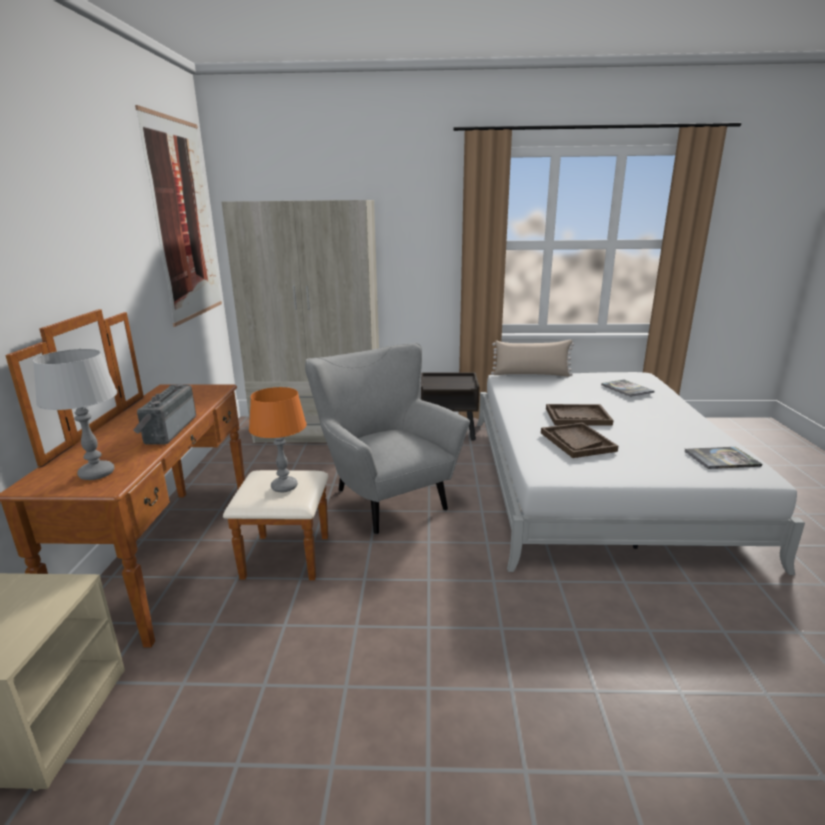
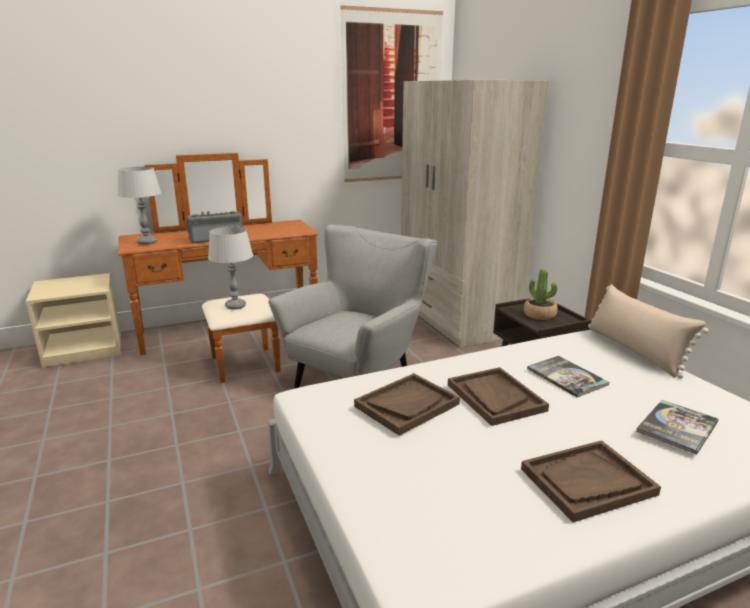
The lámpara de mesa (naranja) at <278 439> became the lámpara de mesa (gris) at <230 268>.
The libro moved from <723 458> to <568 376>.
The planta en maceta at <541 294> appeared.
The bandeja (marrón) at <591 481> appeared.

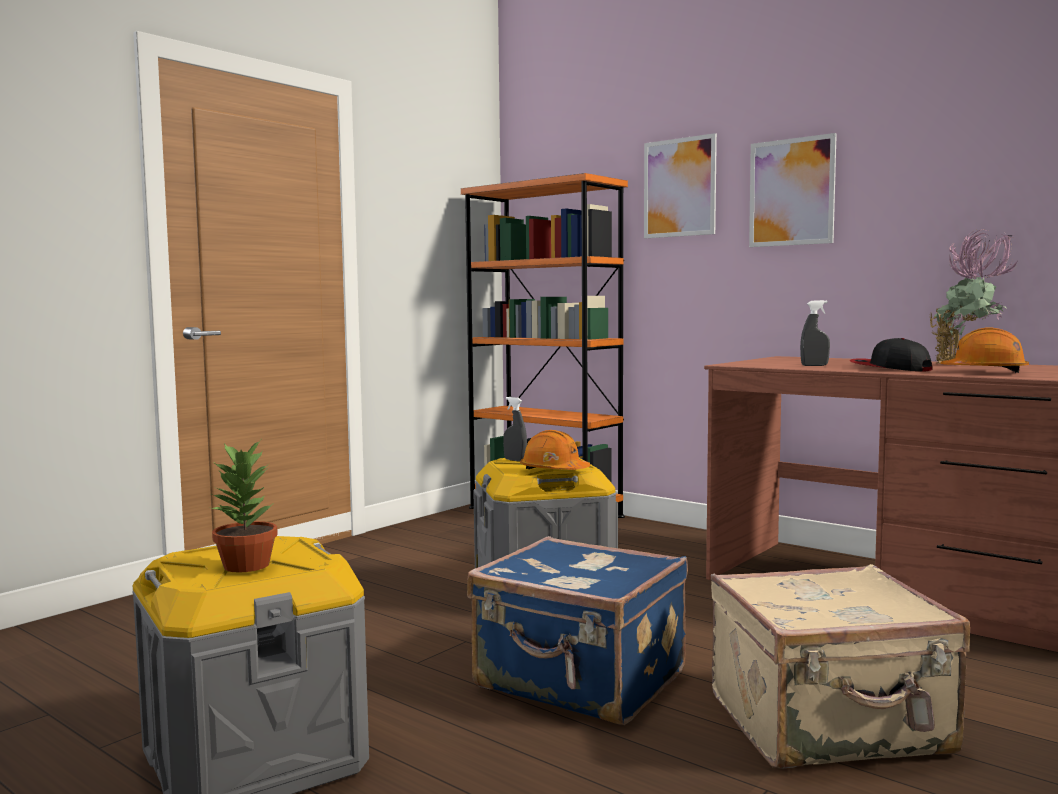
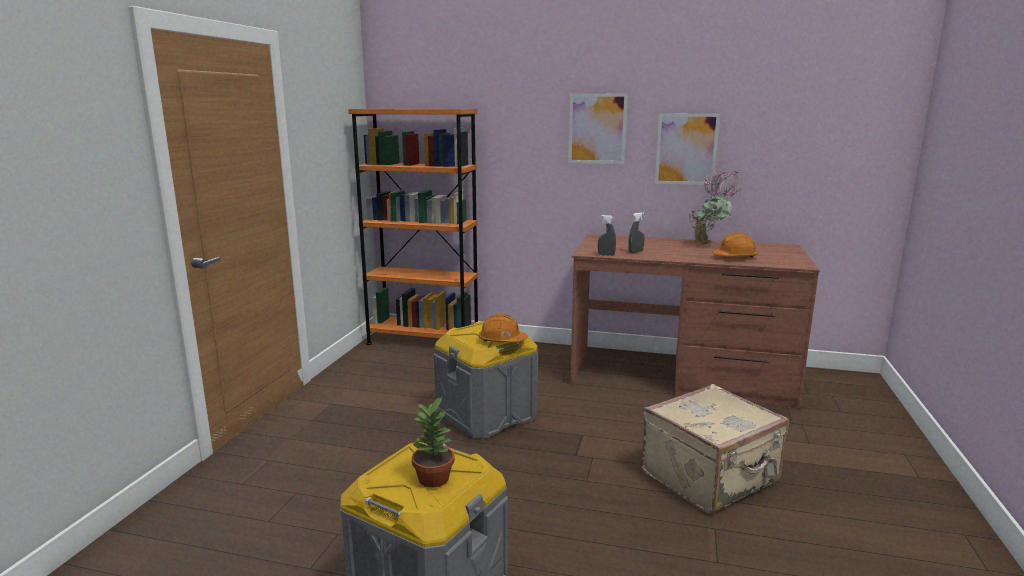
The cuadro moved from <680 185> to <687 149>.
The gorra at <891 355> disappeared.
The pulverizador (gris) moved from <515 429> to <607 235>.
The maleta (azul) at <577 630> disappeared.

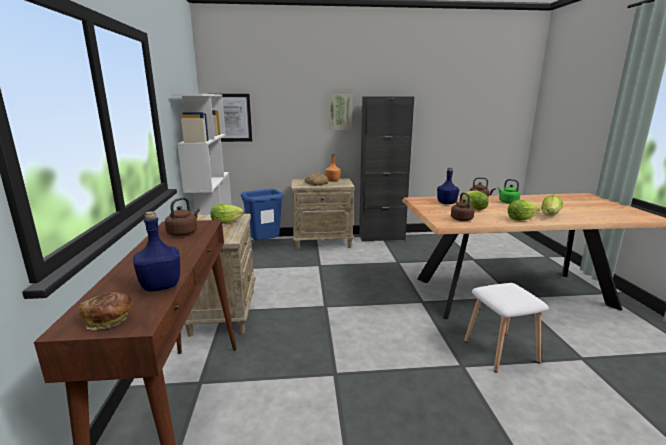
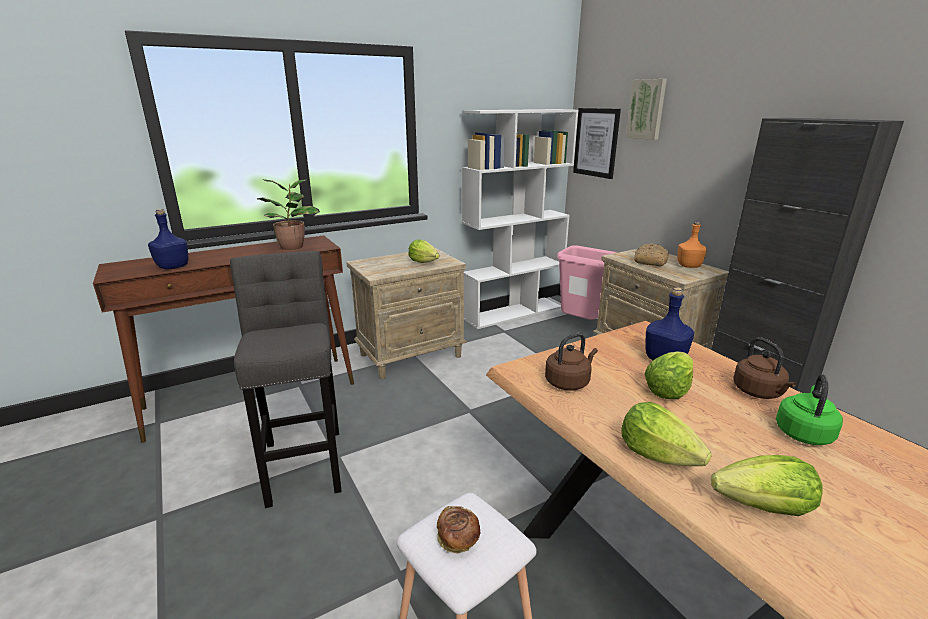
The cuadro moved from <340 112> to <646 109>.
The papelera (azul) at <262 214> became the papelera (rosa) at <586 282>.
The hervidor (marrón) at <182 216> was replaced by the planta en maceta at <288 214>.
The pan moved from <106 311> to <458 529>.
The taburete (gris) at <286 379> appeared.

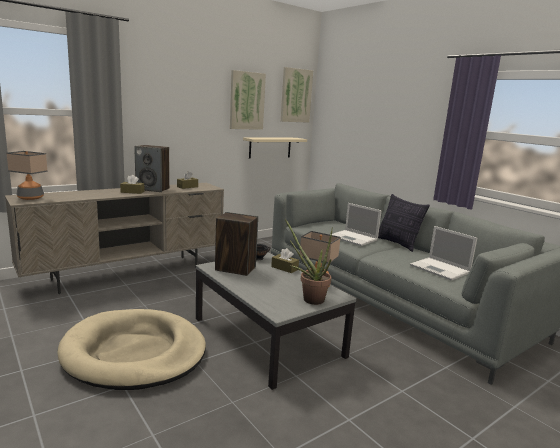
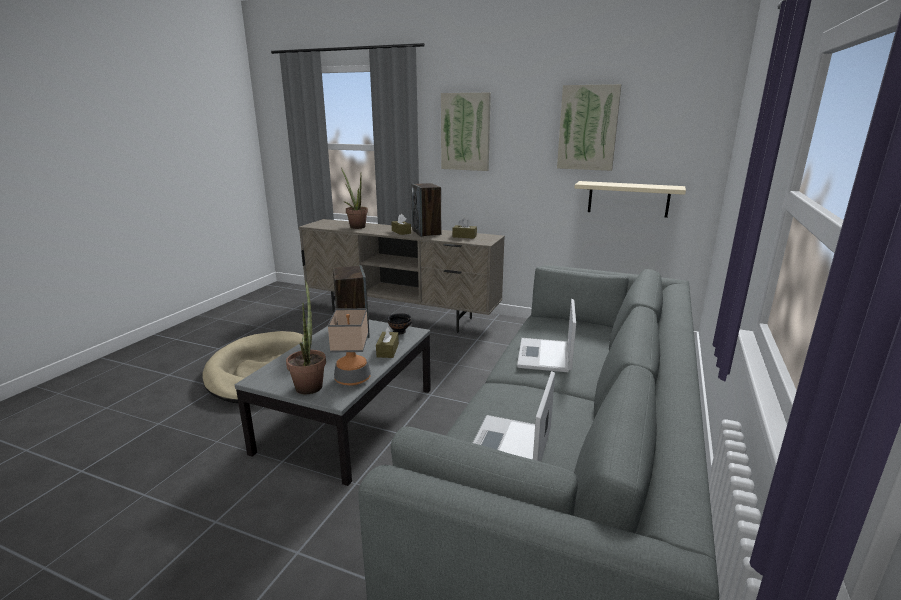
The cuadro moved from <297 95> to <466 132>.
The lámpara de mesa at <27 175> disappeared.
The cojín at <404 223> disappeared.
The planta en maceta at <354 198> appeared.

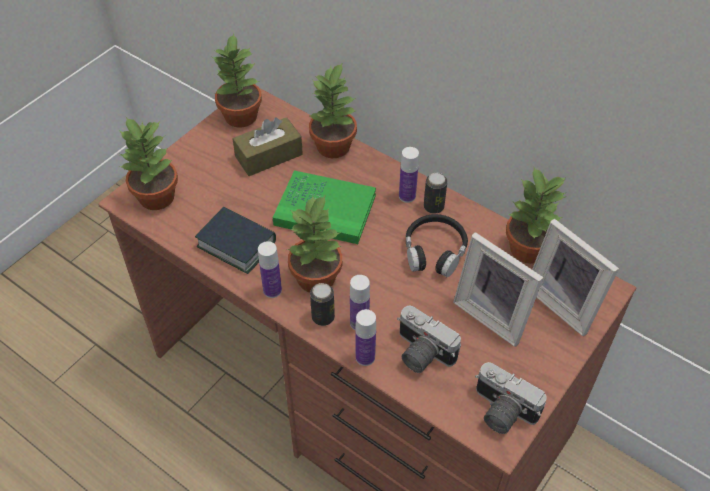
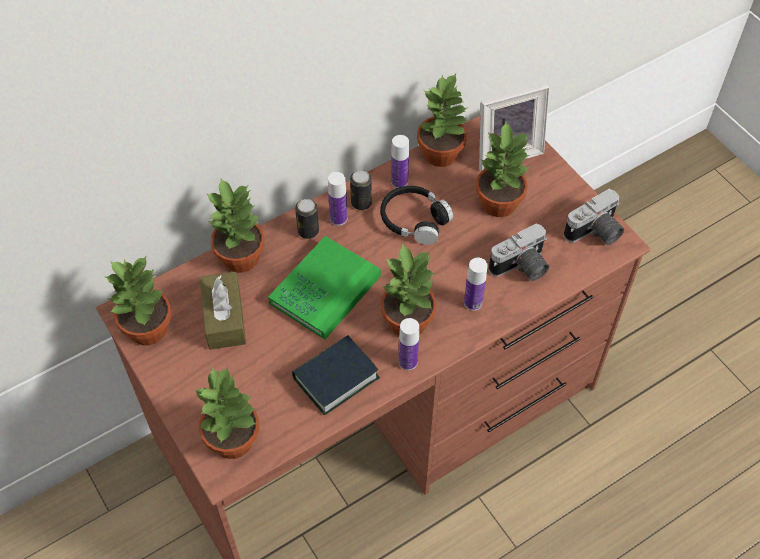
The portarretratos at <498 289> was replaced by the planta en maceta at <503 169>.
The lata moved from <322 304> to <307 219>.
The botella moved from <365 337> to <400 161>.

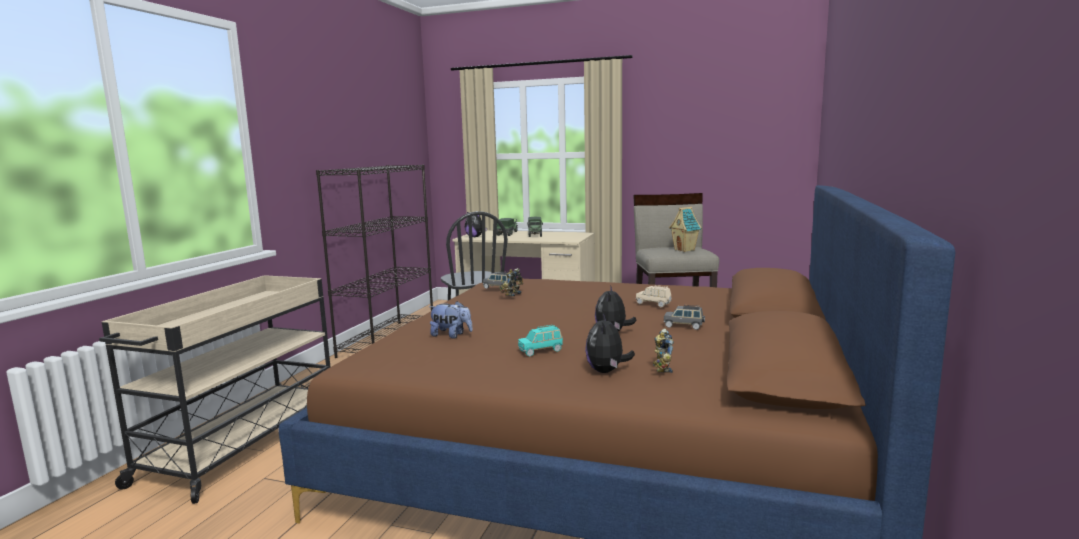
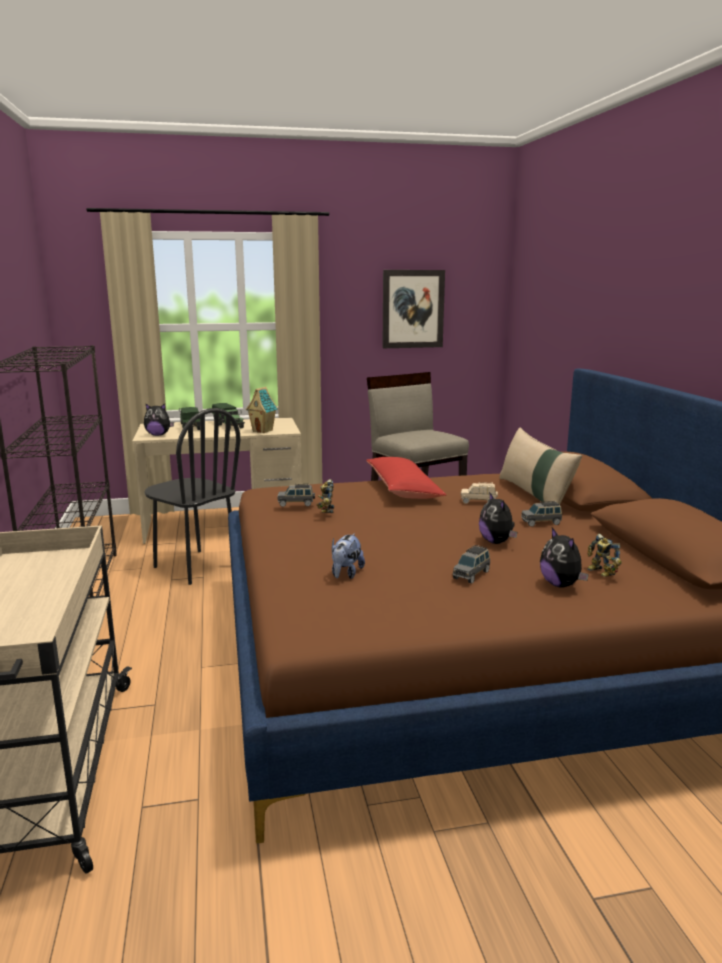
The casita moved from <685 229> to <262 410>.
The peluche at <451 319> turned 120 degrees clockwise.
The coche de juguete (turquesa) at <540 340> became the coche de juguete (gris) at <471 564>.
The cuadro at <413 309> appeared.
The cojín (beis) at <540 466> appeared.
The cojín (rojo) at <406 478> appeared.

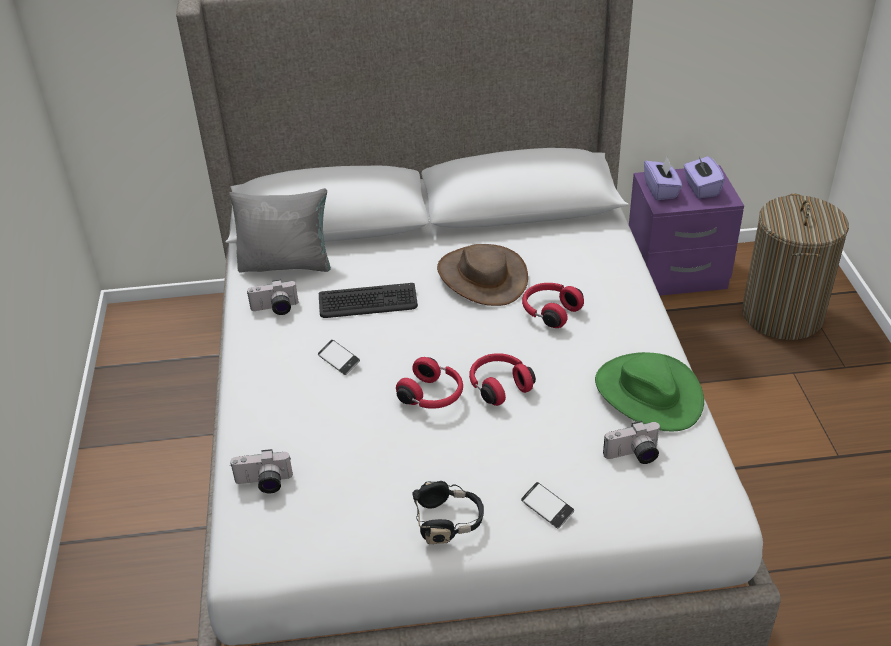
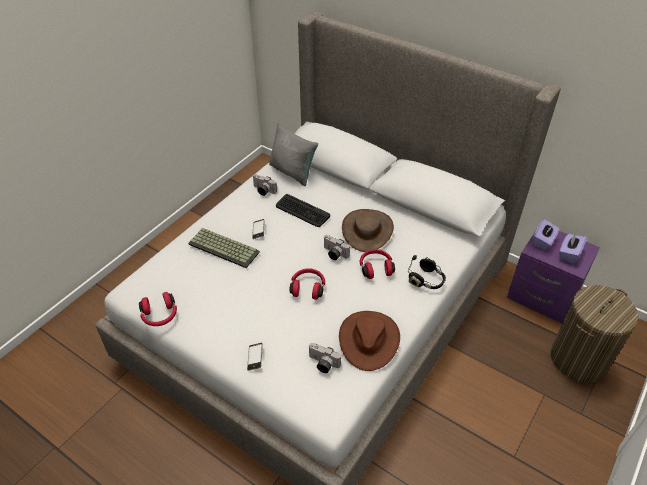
The sombrero (verde) at <649 392> became the sombrero (marrón) at <369 341>.
The auriculares (rojo) moved from <429 383> to <158 309>.
The cámara moved from <261 471> to <336 247>.
The auriculares (negro) moved from <448 512> to <427 272>.
The teclado at <224 248> appeared.

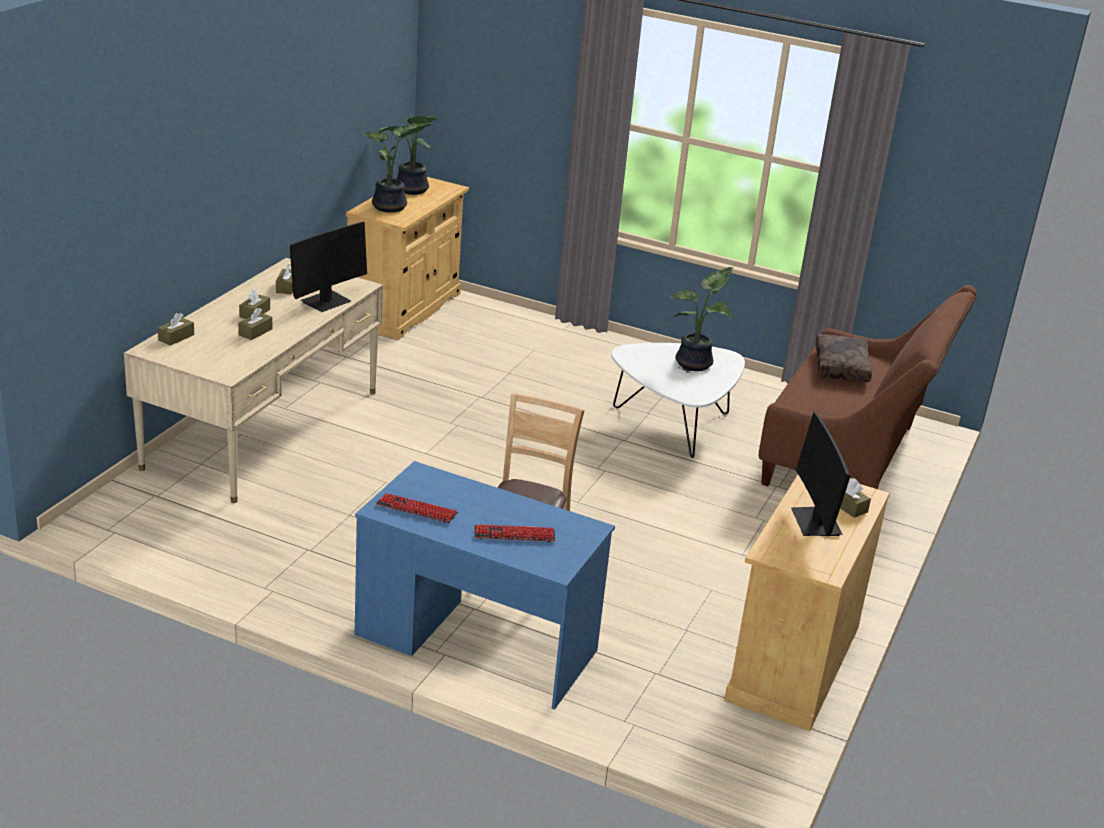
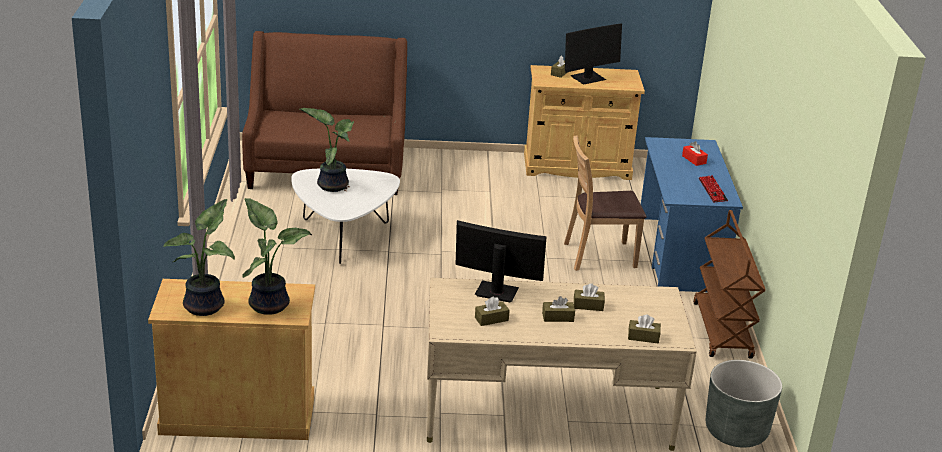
The cojín (marrón) at <844 358> disappeared.
The teclado at <514 533> was replaced by the caja de pañuelos (rojo) at <695 153>.
The carrito (marrón) at <729 284> appeared.
The maceta (gris) at <744 404> appeared.

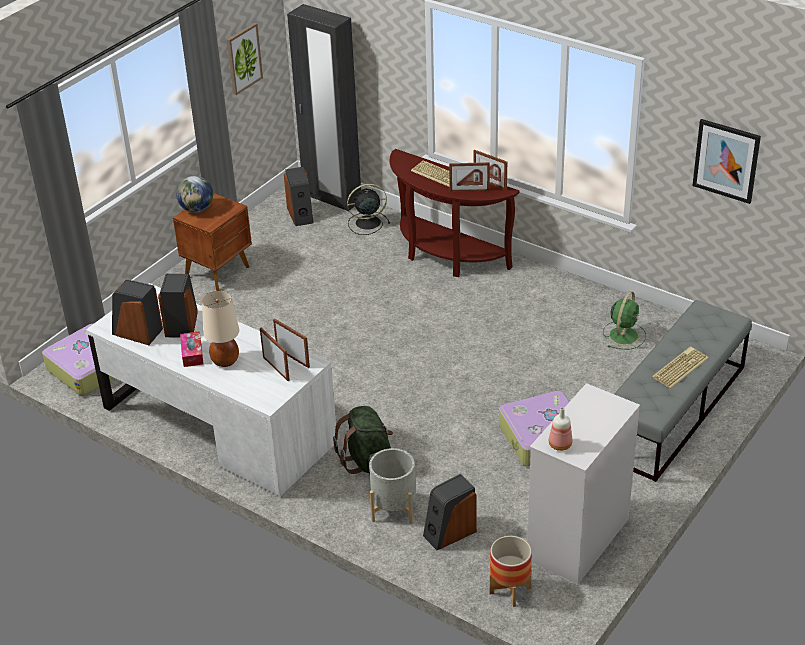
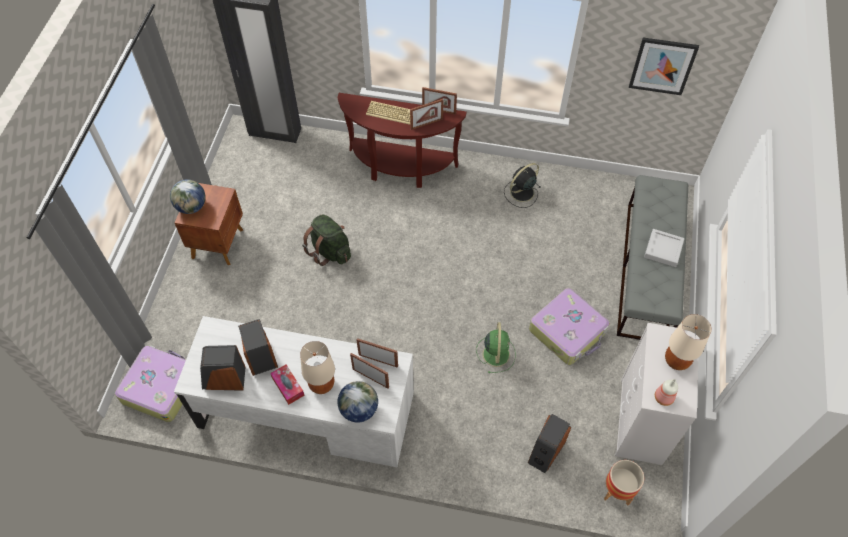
The cuadro at <245 59> disappeared.
The altavoz at <298 196> disappeared.
The ventilador (negro) moved from <368 209> to <522 185>.
The ventilador (verde) moved from <624 320> to <495 347>.
The teclado at <680 367> was replaced by the bandeja (gris) at <664 248>.
The mochila (verde) moved from <363 440> to <326 240>.
The maceta (gris) at <392 486> disappeared.
The lámpara de mesa (beis) at <688 342> appeared.
The globo terráqueo at <358 401> appeared.

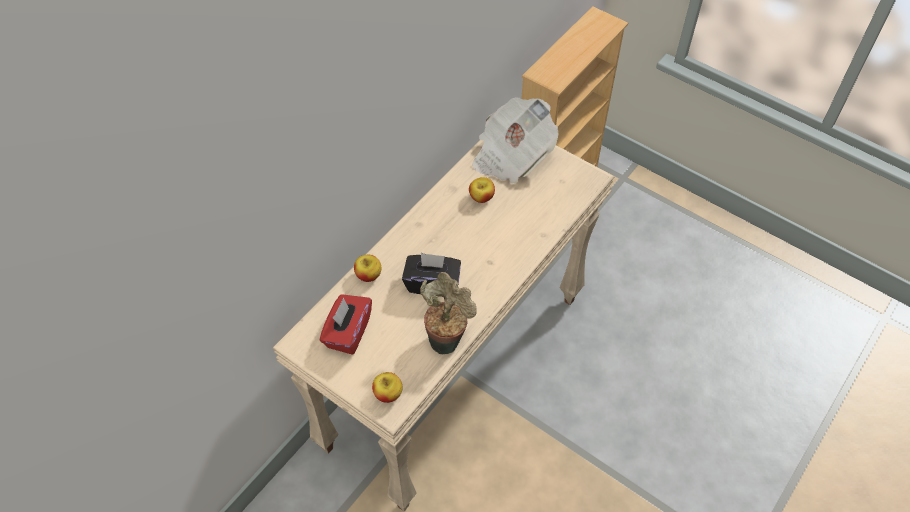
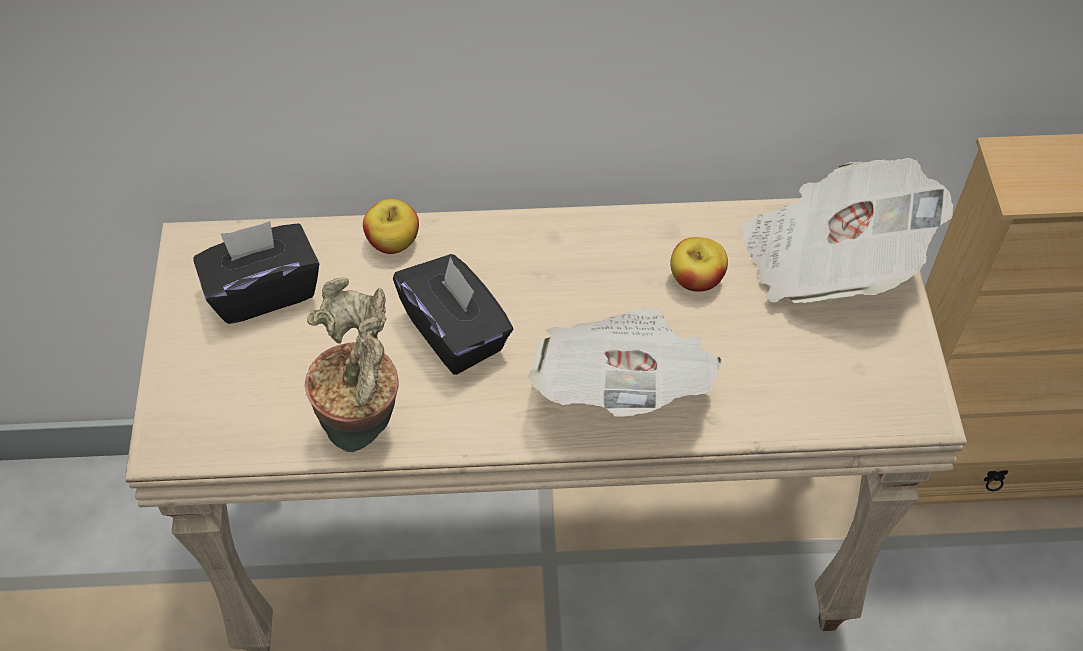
The caja de pañuelos (rojo) at <346 324> became the caja de pañuelos (negro) at <256 272>.
The manzana at <387 387> disappeared.
The periódico at <625 362> appeared.

